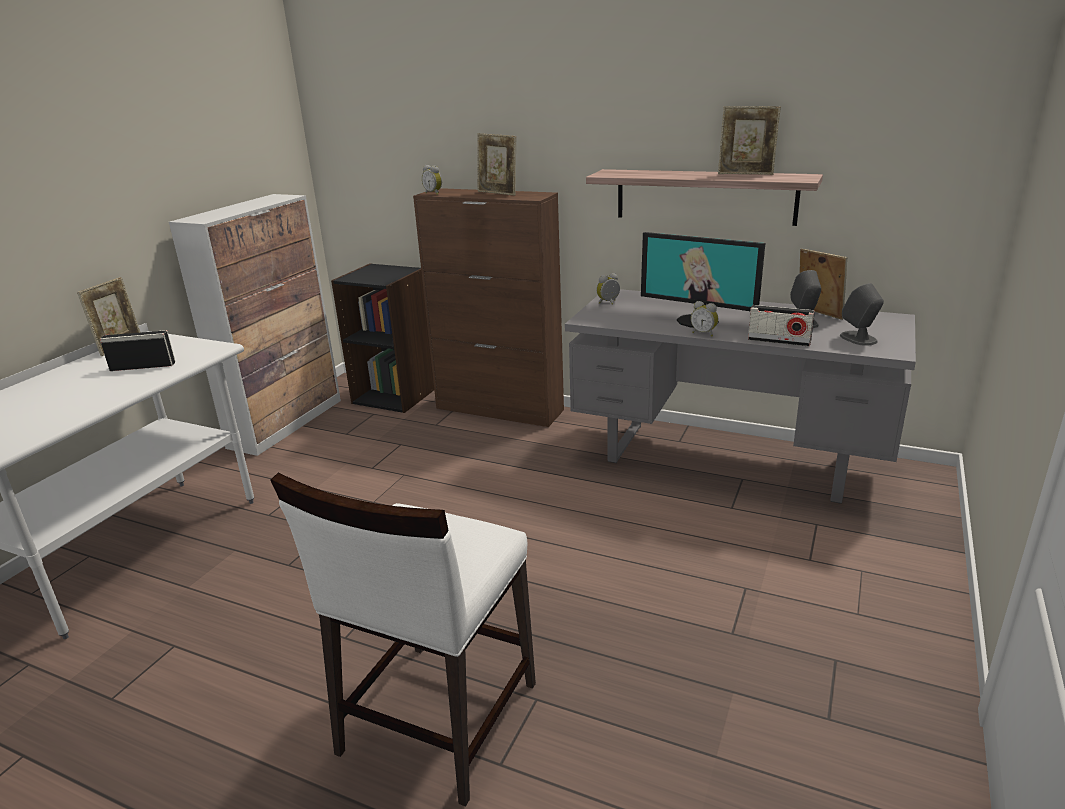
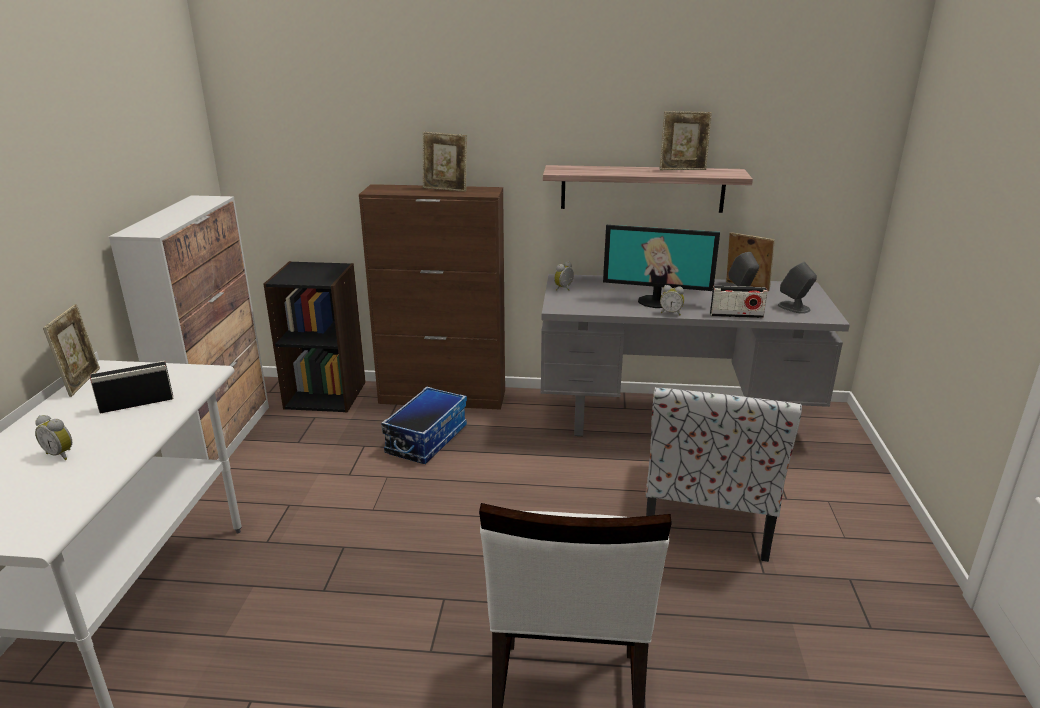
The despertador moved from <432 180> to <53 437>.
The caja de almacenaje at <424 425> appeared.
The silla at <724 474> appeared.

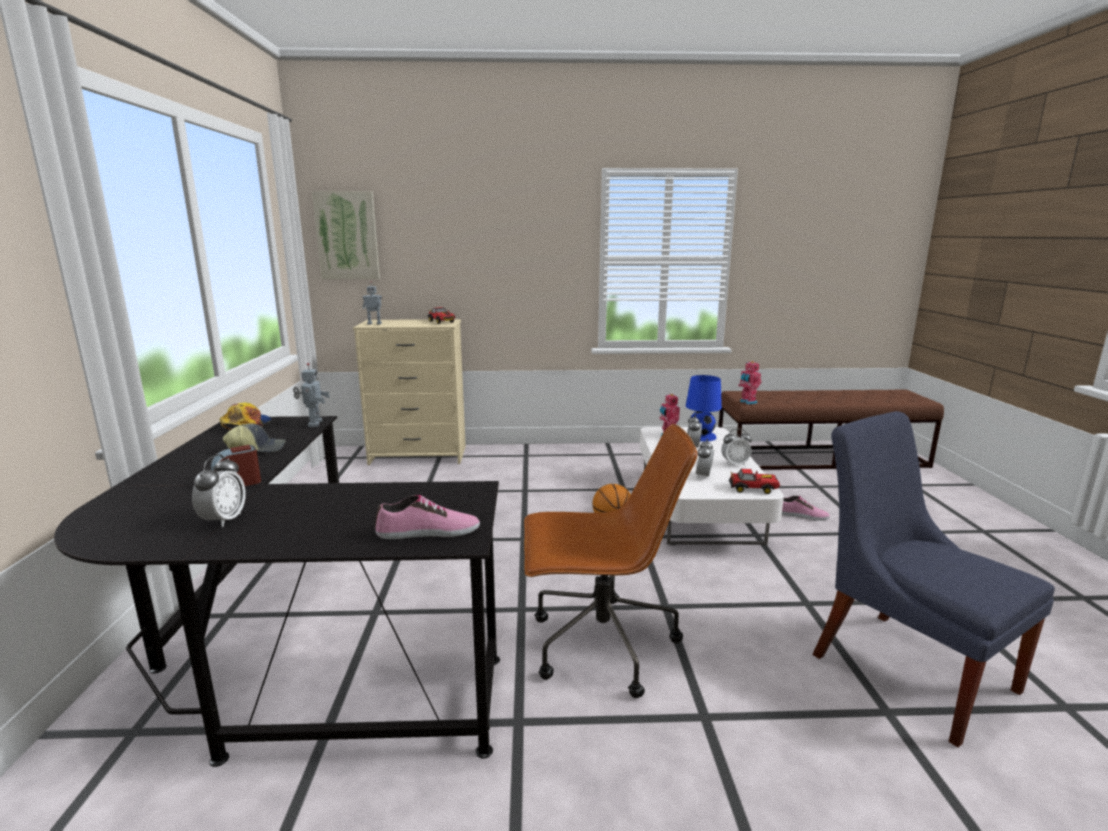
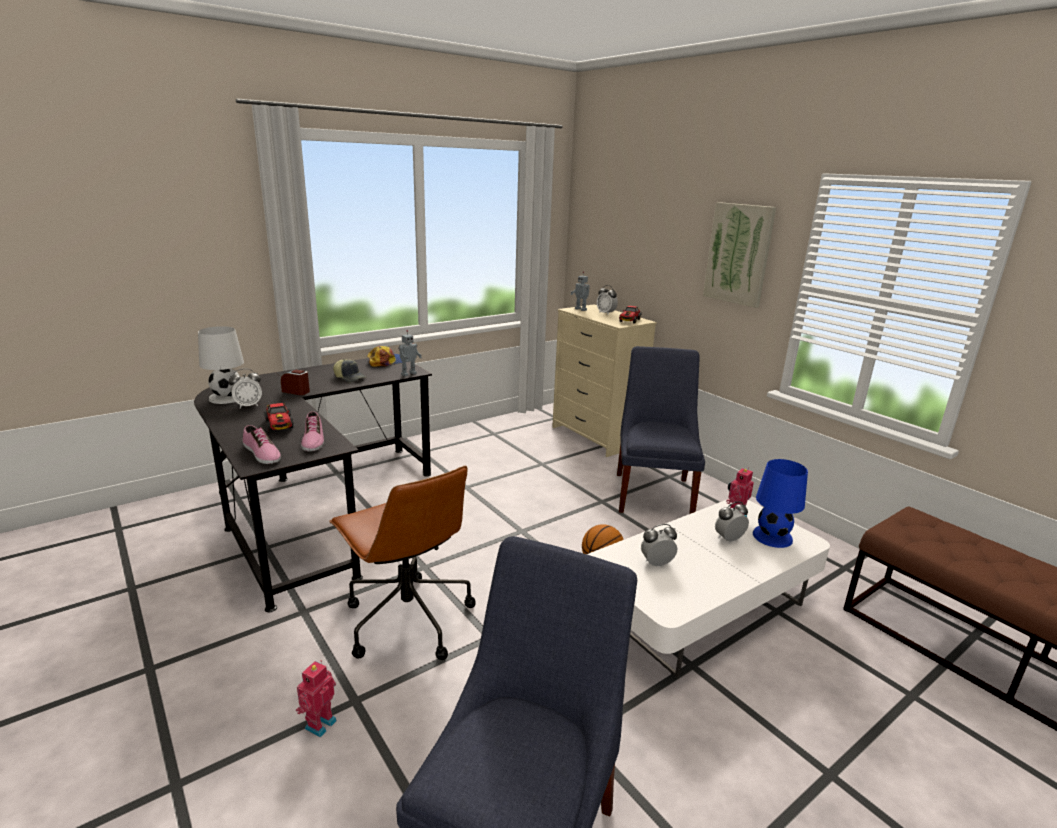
The cuadro moved from <346 235> to <739 255>.
The robot de juguete moved from <750 383> to <316 699>.
The despertador moved from <736 447> to <607 299>.
The coche de juguete moved from <754 481> to <278 417>.
The zapato moved from <806 508> to <312 431>.
The lámpara de mesa (blanco) at <221 365> appeared.
The silla (azul) at <661 430> appeared.

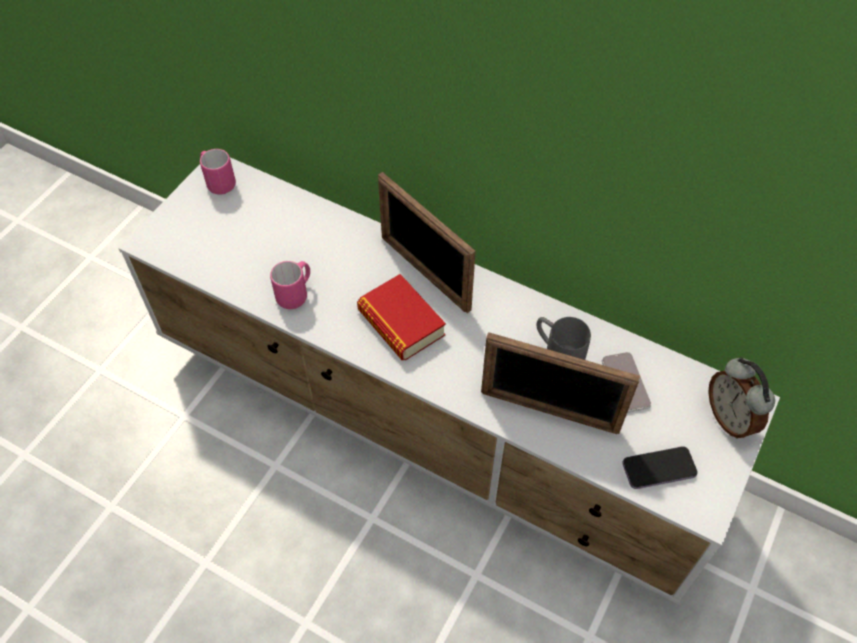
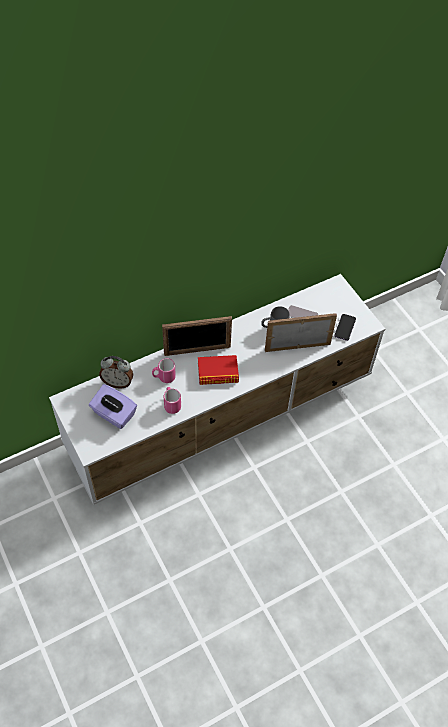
The taza grande (rosa) moved from <218 172> to <164 370>.
The portarretratos at <560 383> turned 150 degrees counterclockwise.
The despertador moved from <741 398> to <116 372>.
The caja de pañuelos (morado) at <113 406> appeared.

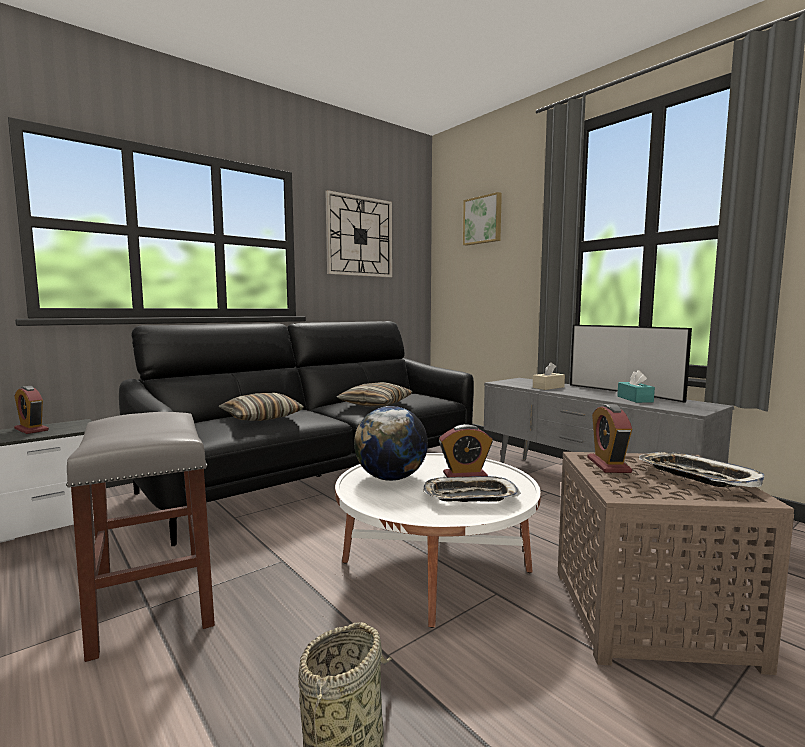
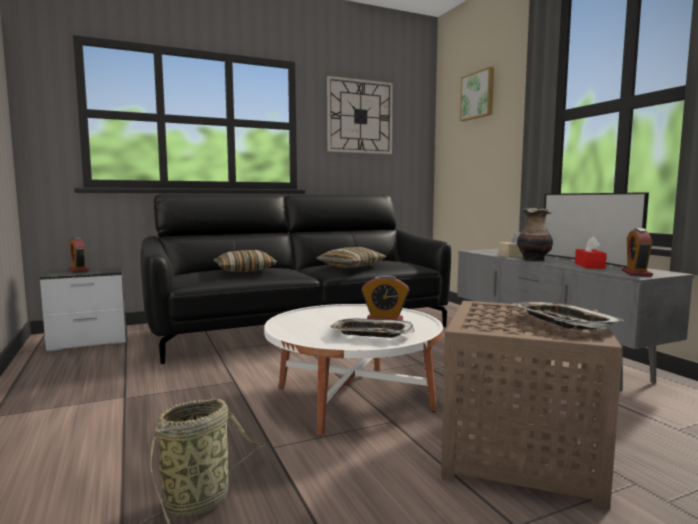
The caja de pañuelos (turquesa) at <636 386> became the caja de pañuelos (rojo) at <591 252>.
The despertador moved from <609 438> to <637 252>.
The globo terráqueo at <391 443> disappeared.
The taburete (gris) at <140 537> disappeared.
The florero at <535 234> appeared.

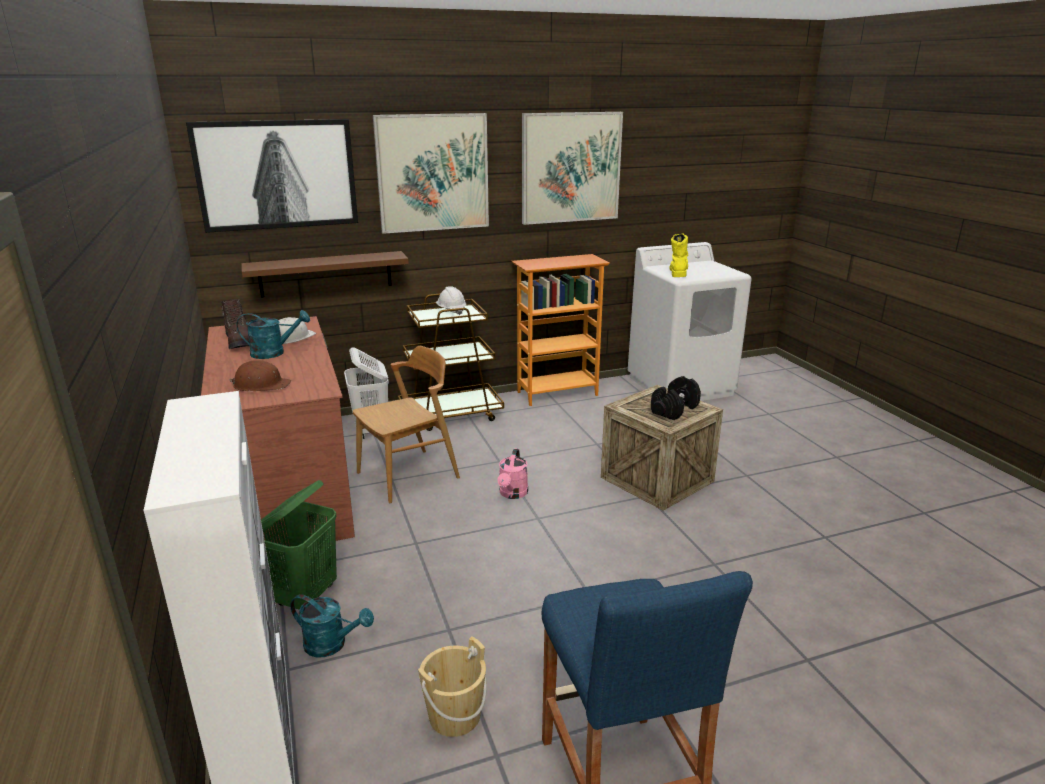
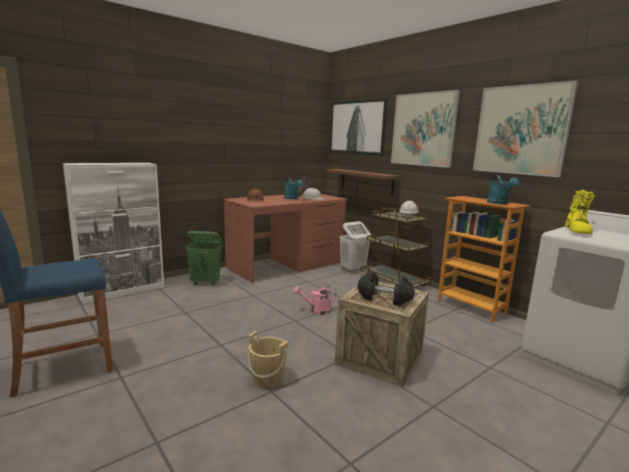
The bota (amarillo) at <678 255> turned 120 degrees clockwise.
The silla (marrón) at <406 425> disappeared.
The regadera (turquesa) moved from <332 625> to <503 190>.
The cubo (beis) moved from <452 686> to <268 359>.

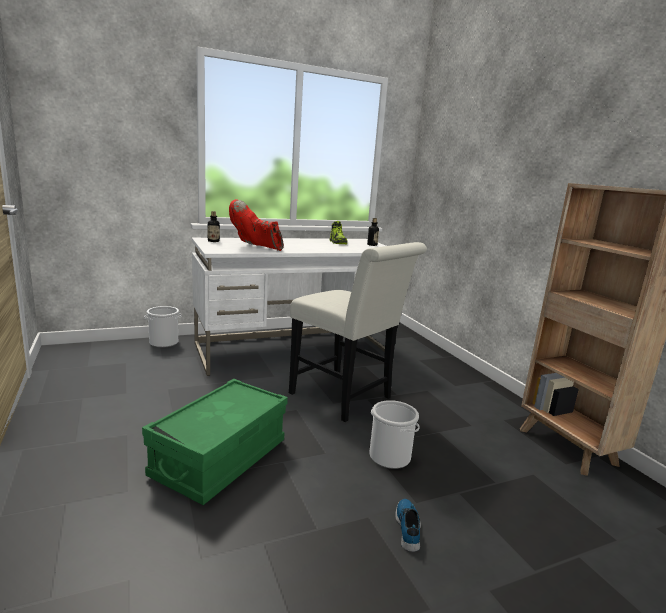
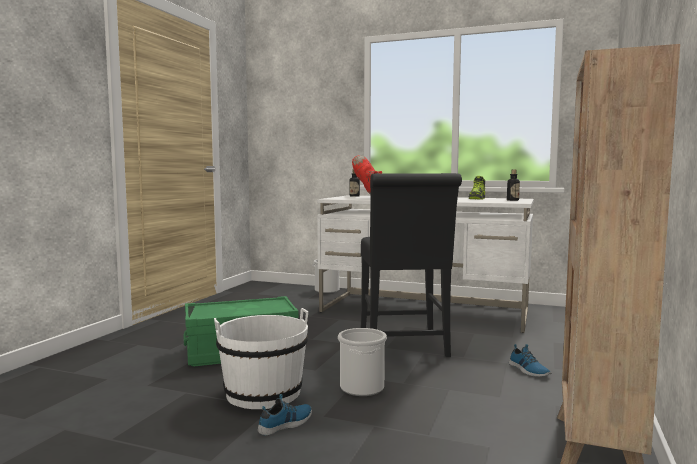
The silla (blanco) at <358 332> became the silla (negro) at <411 265>.
The cubo (blanco) at <261 358> appeared.
The zapato at <530 360> appeared.

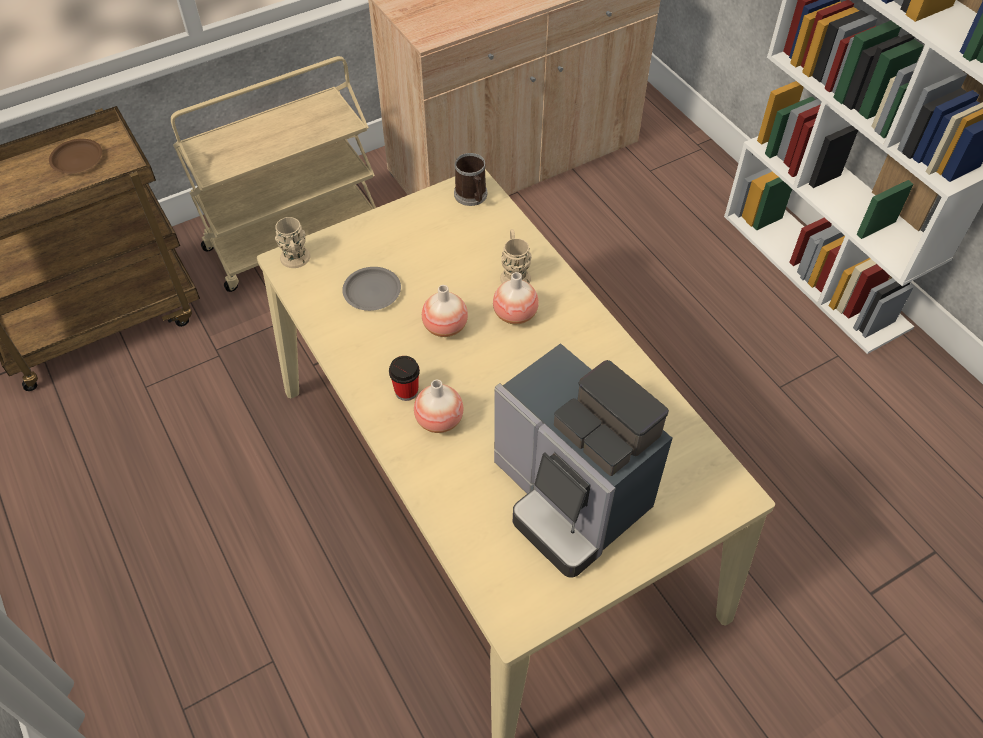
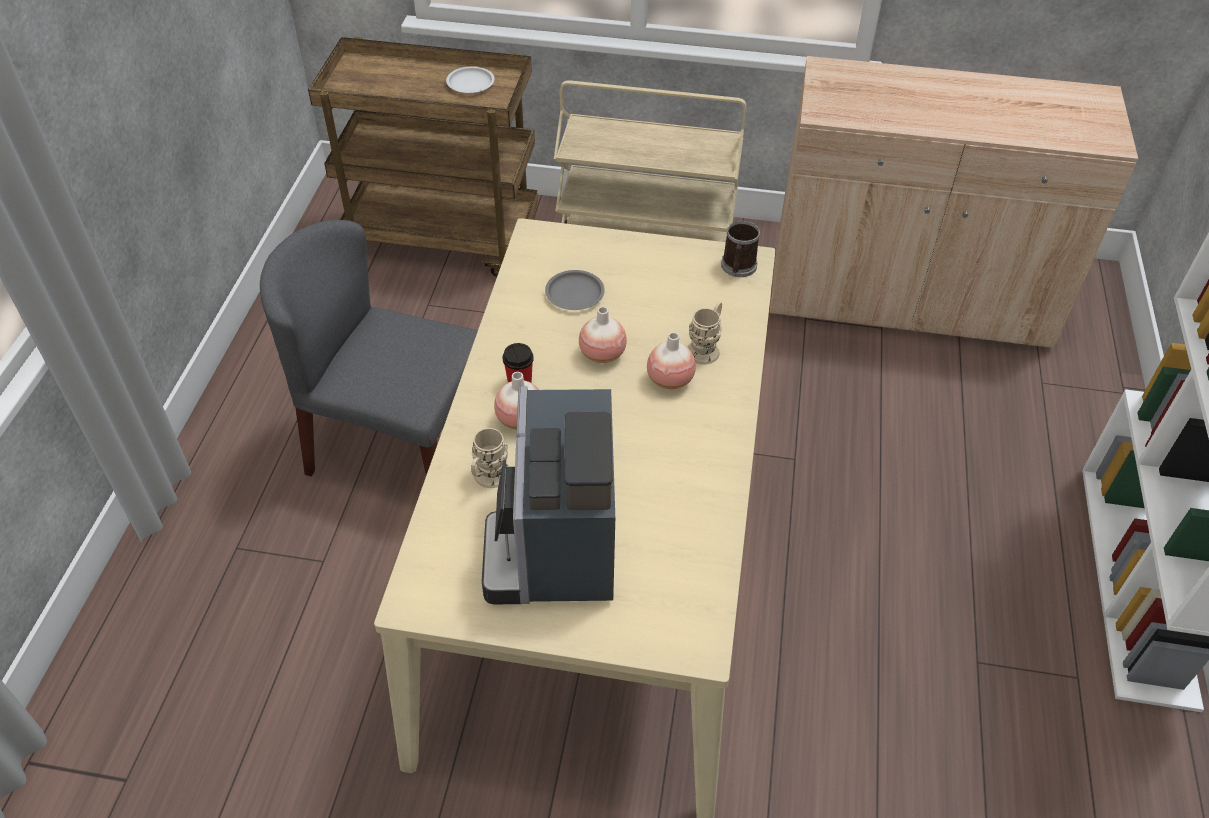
The plato (marrón) at <75 156> became the plato (blanco) at <470 79>.
The taza grande (beis) moved from <293 242> to <490 458>.
The silla (gris) at <369 348> appeared.

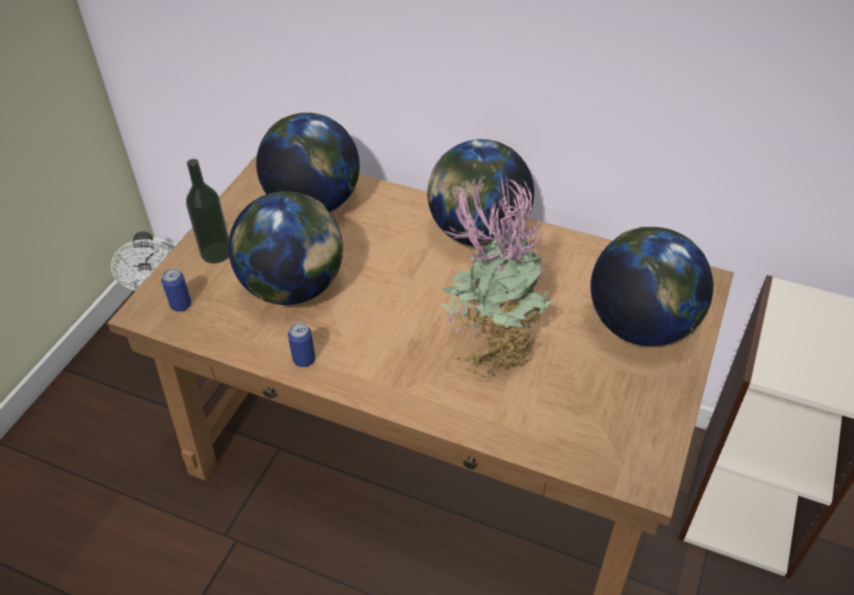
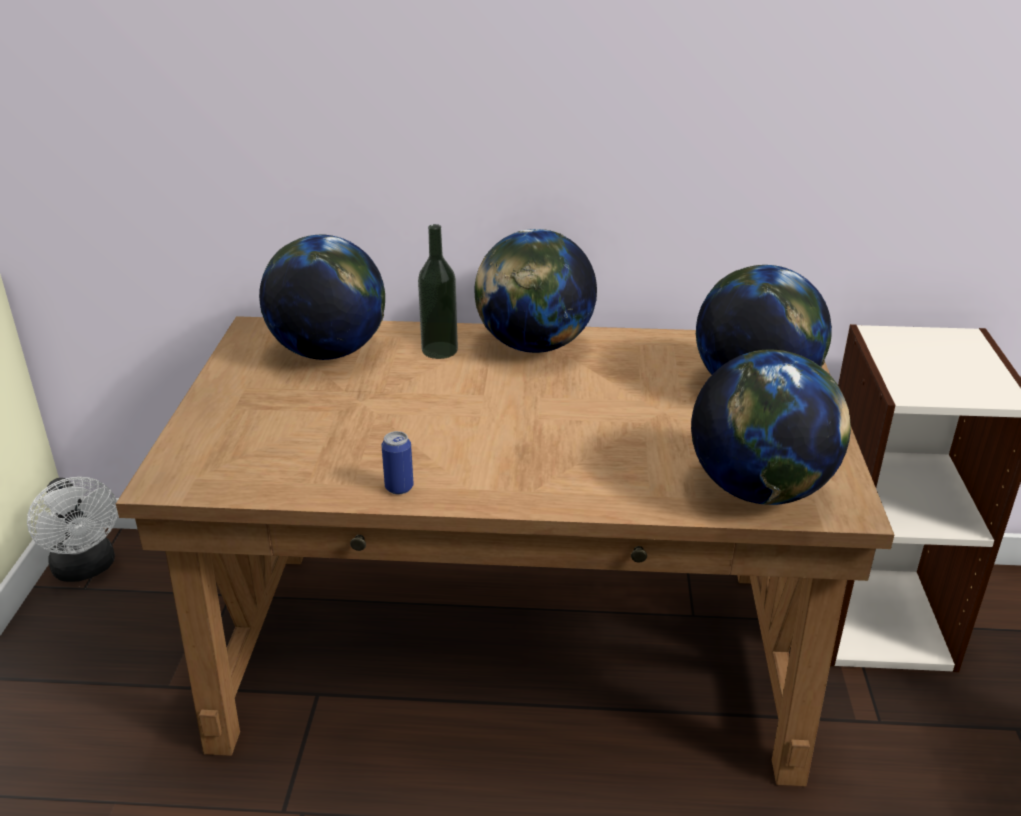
The botella moved from <207 211> to <438 291>.
The planta en maceta at <497 275> disappeared.
The globo terráqueo moved from <285 248> to <771 427>.
The lata at <176 290> disappeared.

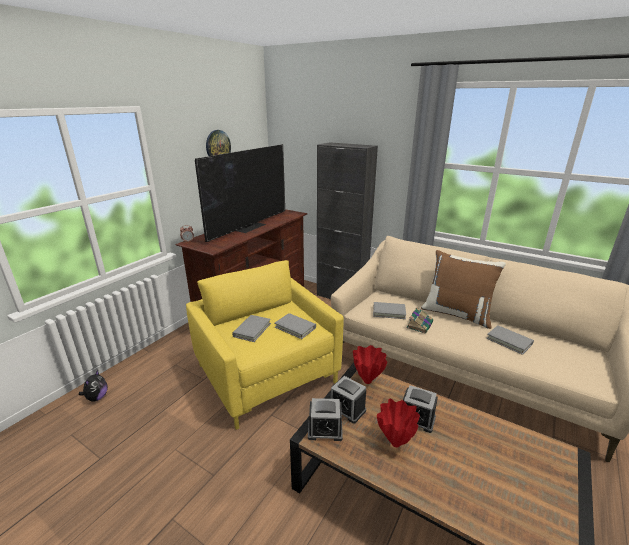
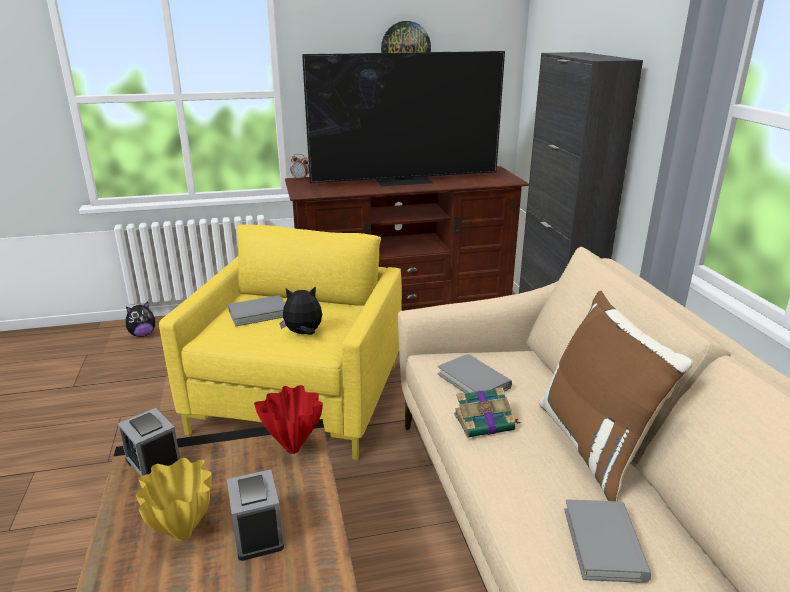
The libro (gris) at <295 326> was replaced by the peluche at <300 310>.
The despertador at <348 400> disappeared.
The florero (rojo) at <398 423> became the florero (amarillo) at <174 499>.

